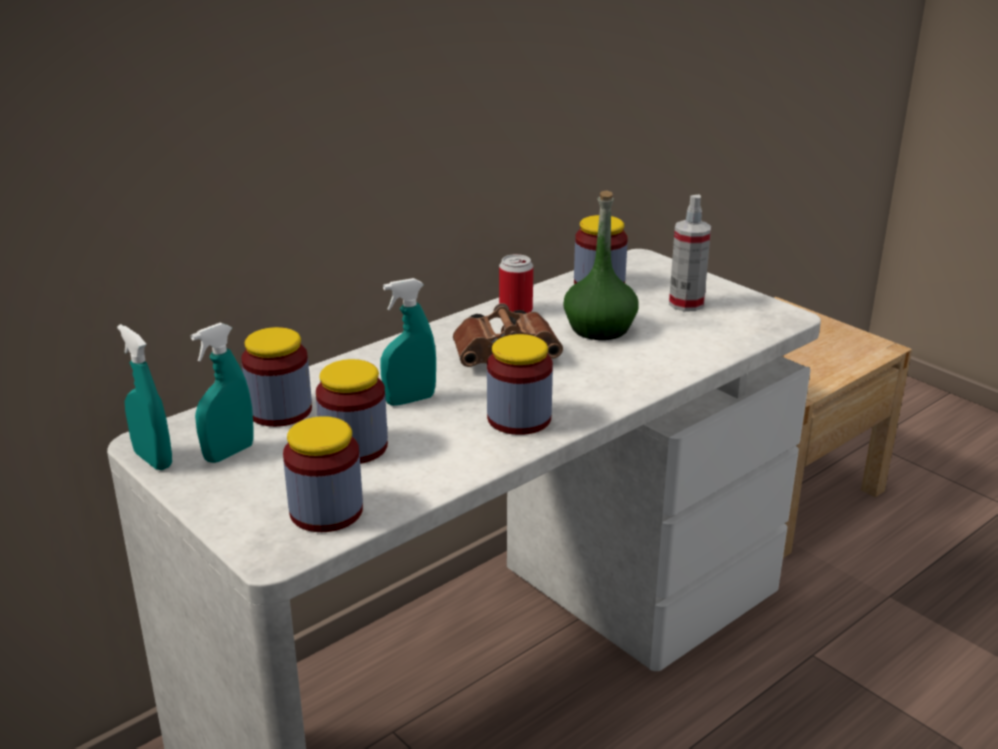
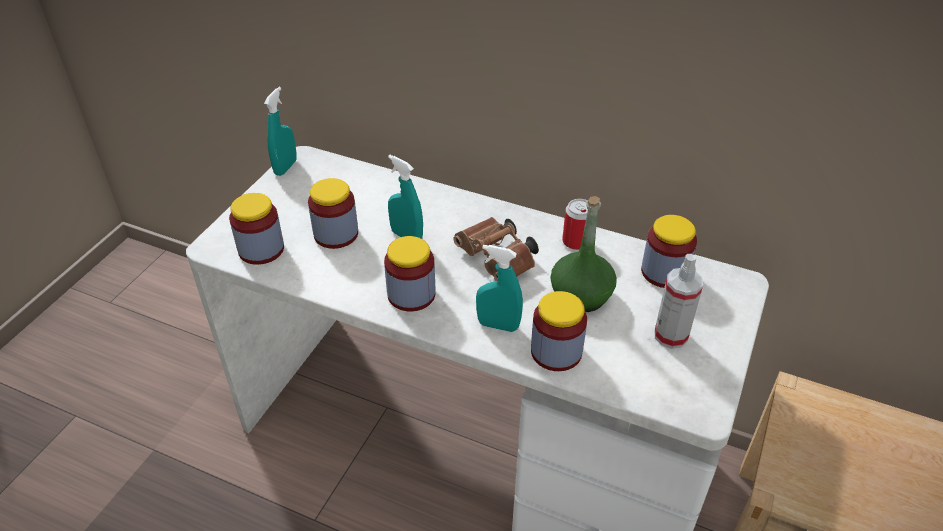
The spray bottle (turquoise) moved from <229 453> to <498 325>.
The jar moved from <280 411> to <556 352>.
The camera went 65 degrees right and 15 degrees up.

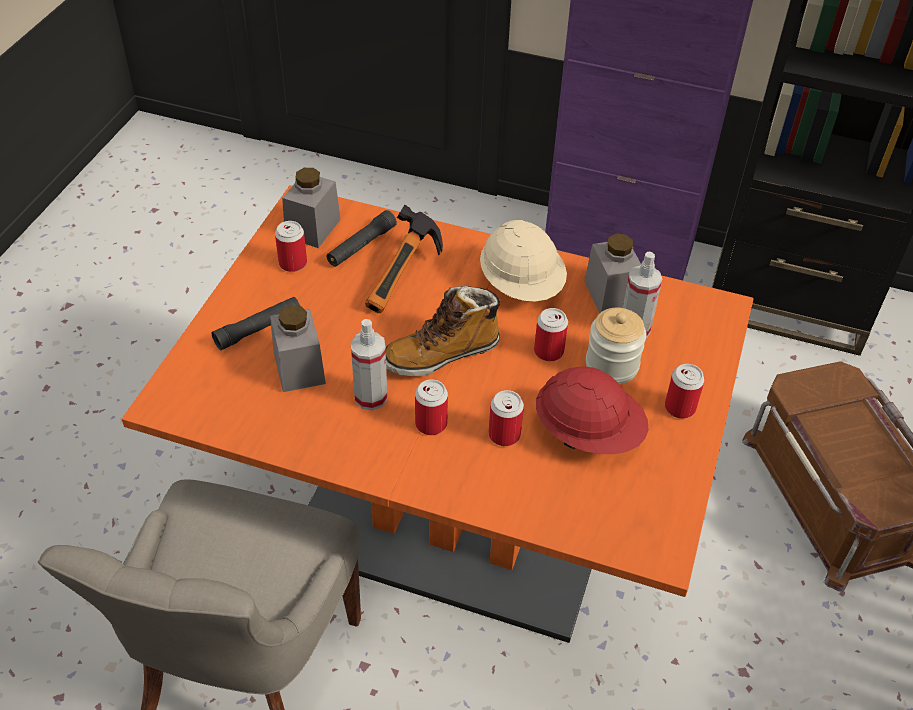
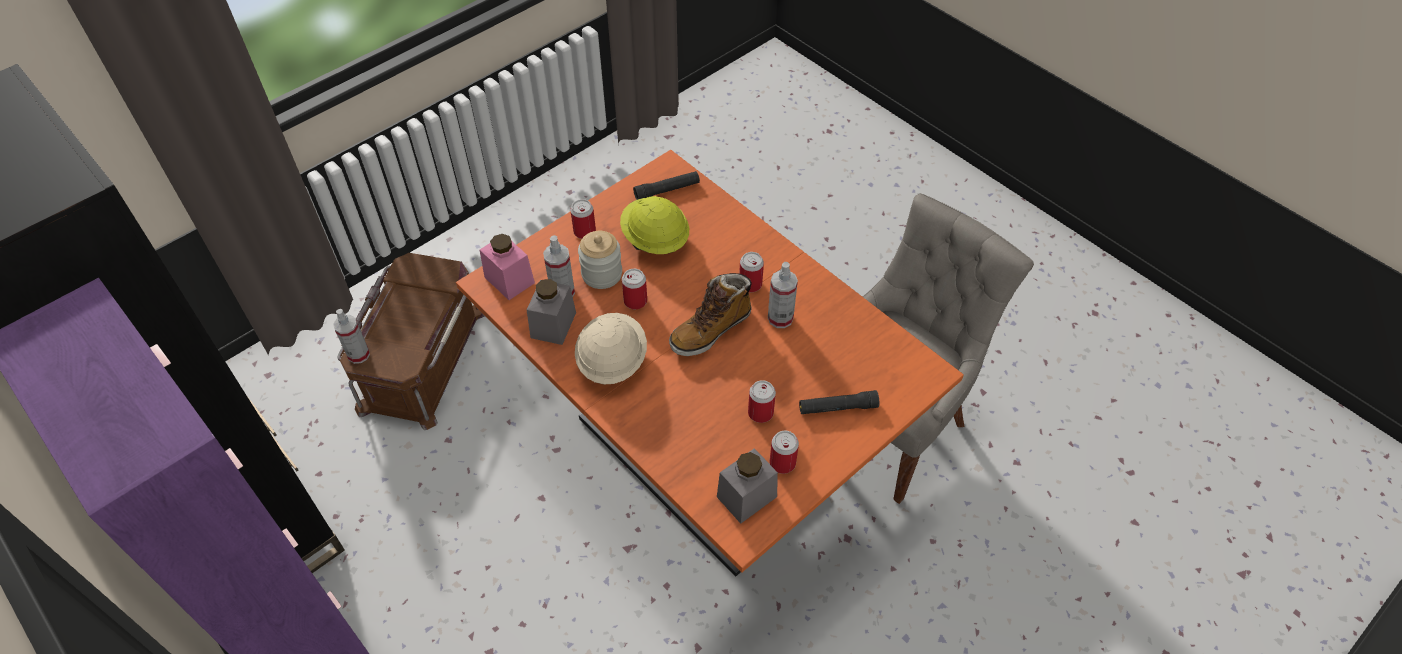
The spray bottle at <358 354> appeared.
The jar (pink) at <509 280> appeared.
The hard hat (red) at <588 433> became the hard hat (yellow) at <655 240>.
The flashlight (black) moved from <361 246> to <667 190>.
The boot at <442 354> turned 135 degrees clockwise.
The can moved from <504 435> to <760 413>.
The jar (grey) at <299 368> disappeared.
The hammer at <406 279> disappeared.
The camera went 150 degrees left and 5 degrees up.

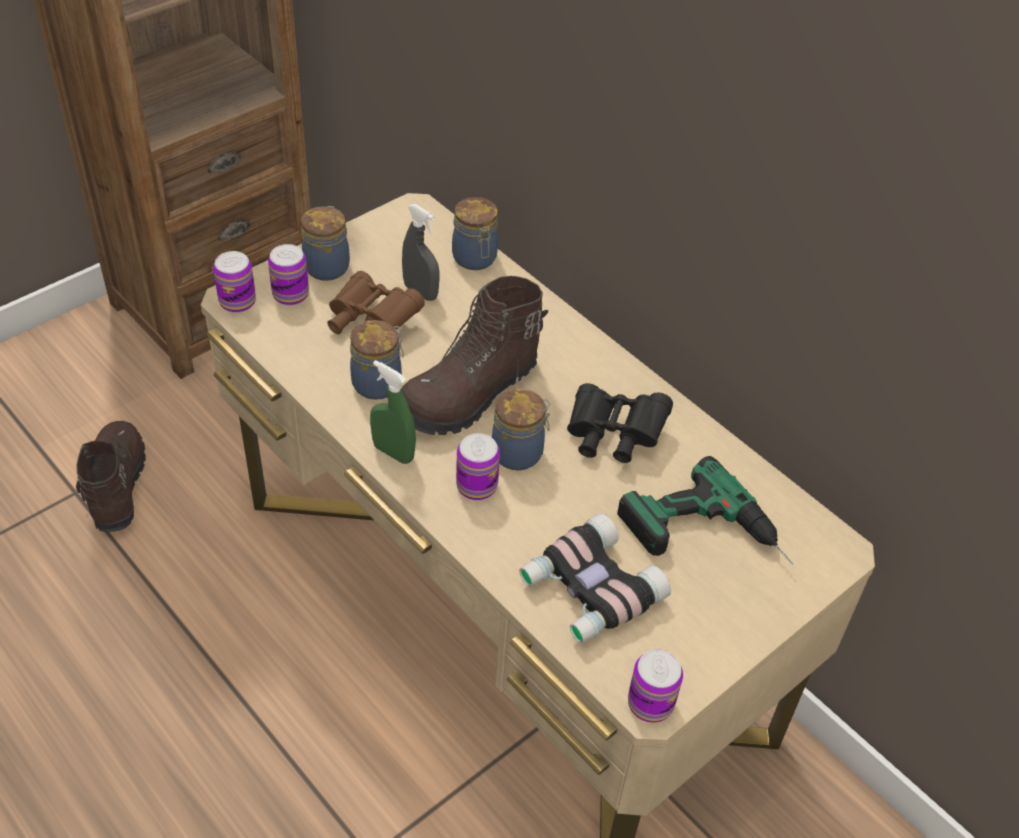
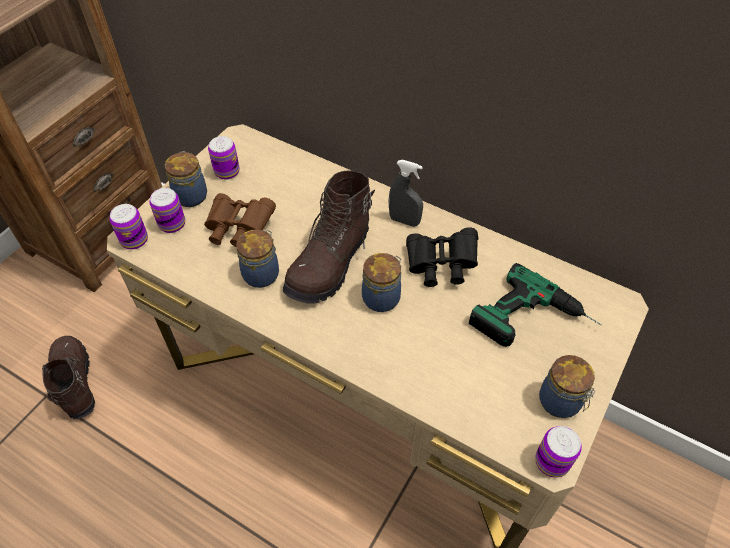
The can moved from <476 486> to <227 171>.
The spray bottle (grey) moved from <420 292> to <404 221>.
The jar moved from <475 259> to <561 402>.
The spray bottle (green) at <393 452> disappeared.
The binoculars at <589 590> disappeared.
The camera went 15 degrees left and 5 degrees up.

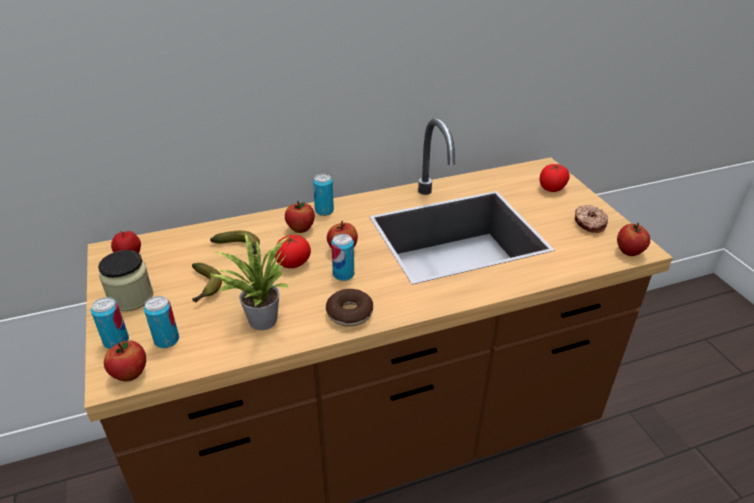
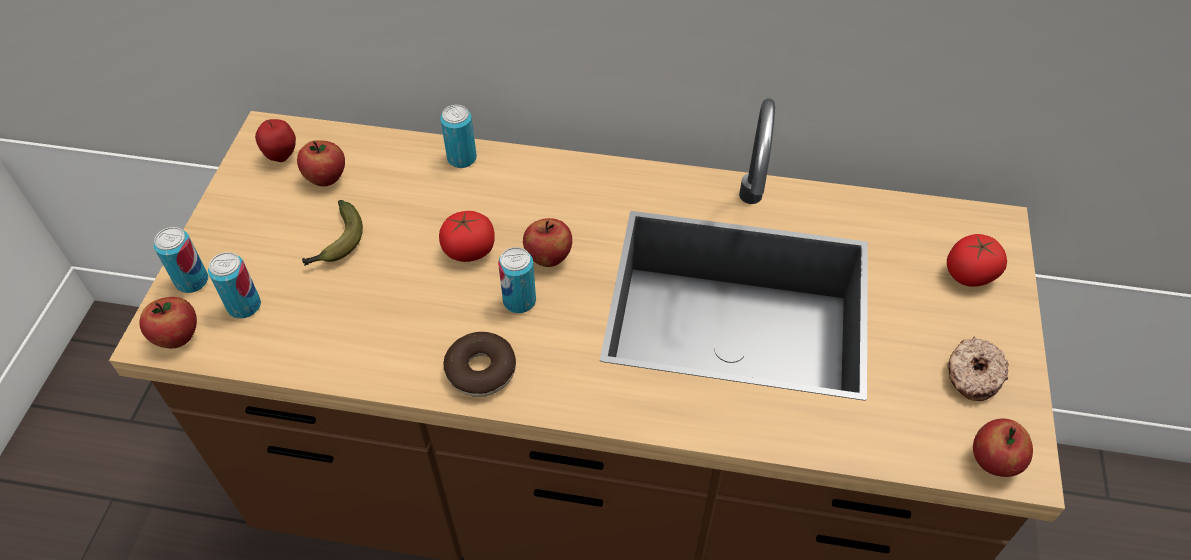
The apple moved from <300 229> to <326 178>.
The can moved from <324 211> to <462 158>.
The jar at <131 297> disappeared.
The banana at <240 248> disappeared.
The potted plant at <260 318> disappeared.
The camera went 30 degrees right and 15 degrees up.

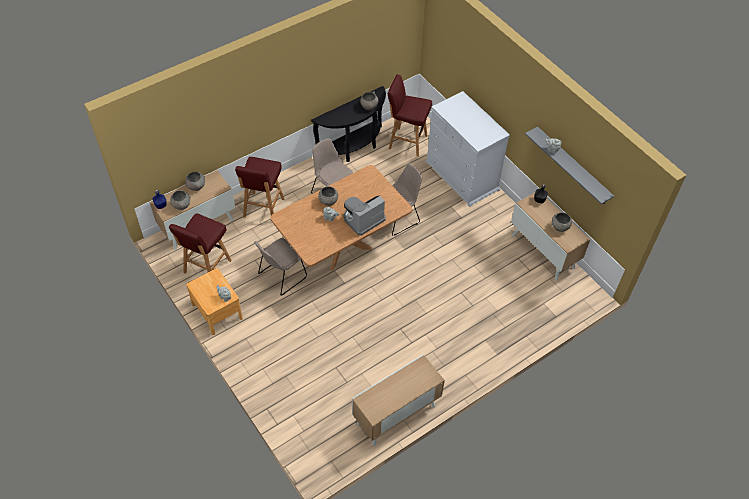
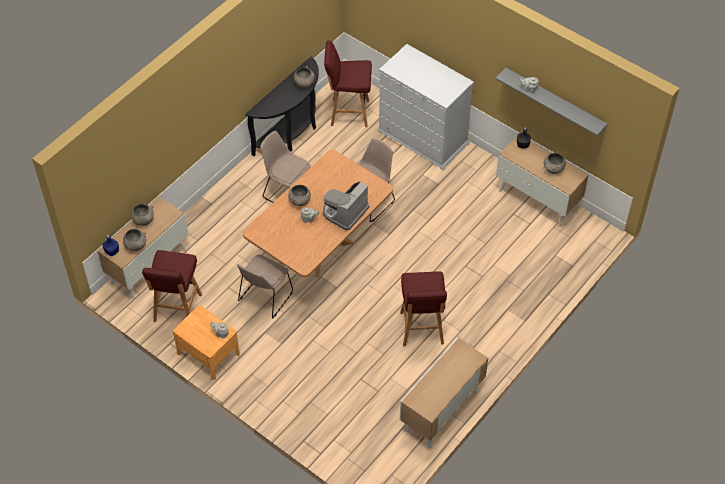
The stool (red) moved from <263 208> to <421 329>.
The camera went 15 degrees left and 0 degrees up.

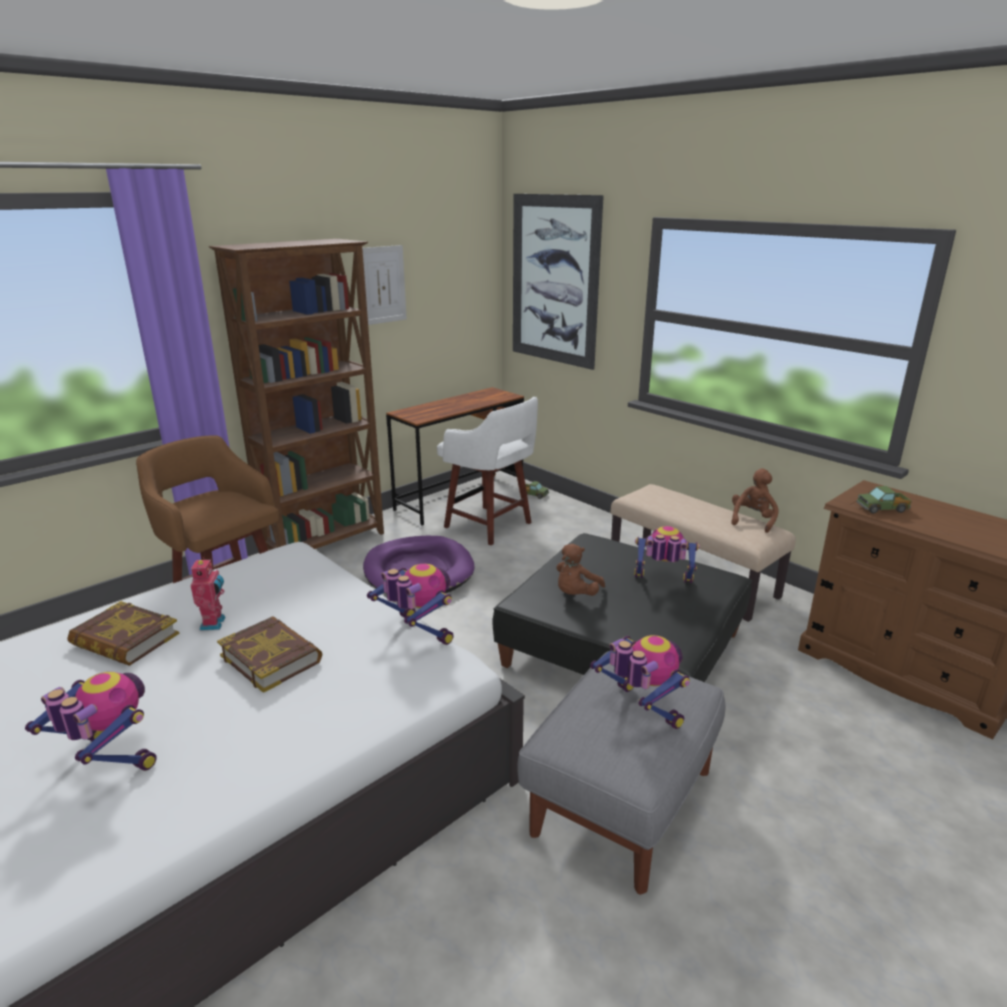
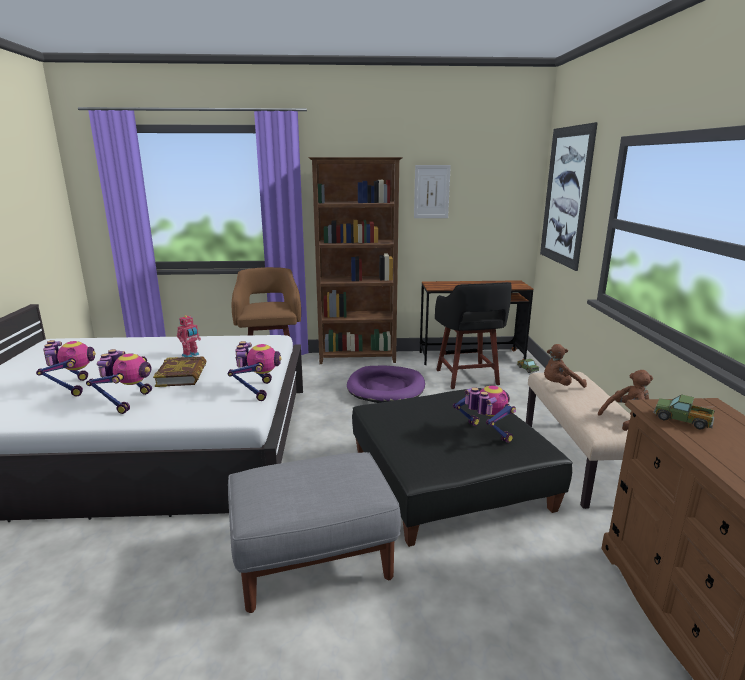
The toy robot moved from <640 710> to <129 402>.
The stool (white) at <490 526> became the stool (black) at <468 378>.
The plush toy (brown) moved from <576 594> to <559 386>.
The book at <125 640> disappeared.
The camera went 40 degrees right and 5 degrees down.

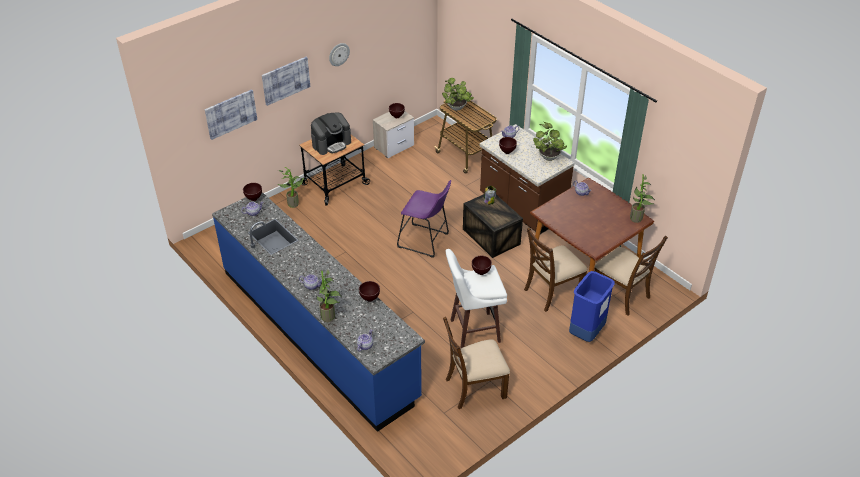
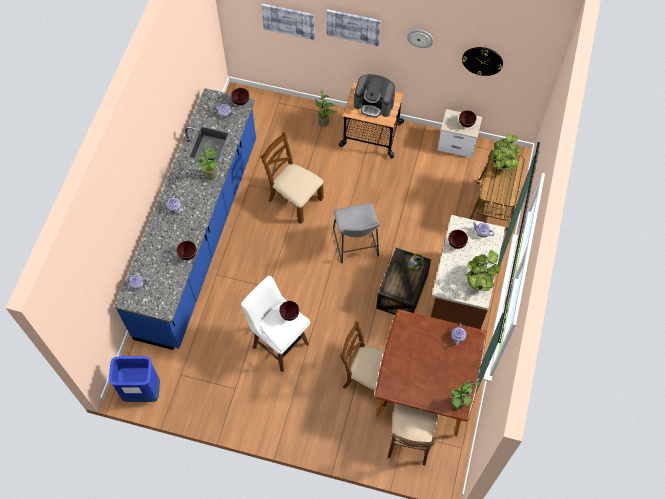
The trash can (blue) moved from <586 332> to <142 392>.
The potted plant moved from <330 317> to <212 176>.
The chair (brown) moved from <474 387> to <294 199>.
The stool (purple) at <425 241> became the stool (grey) at <356 245>.
The wall clock at <482 60> appeared.
The camera went 55 degrees right and 20 degrees up.

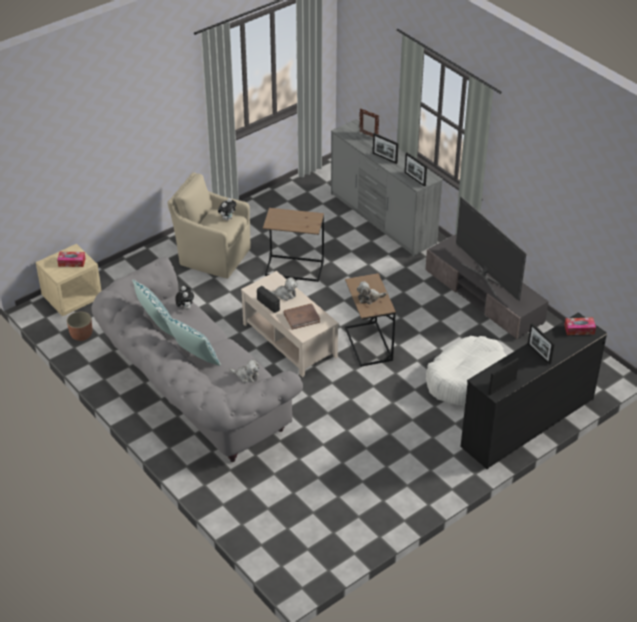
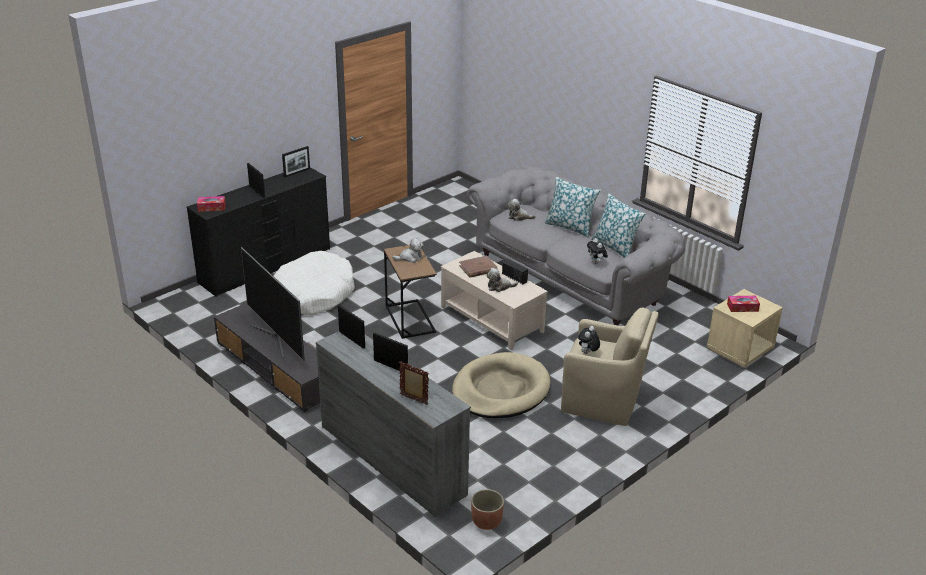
The side table (brown) at <294 268> was replaced by the dog bed (beige) at <500 390>.
The planter moved from <81 335> to <487 521>.
The camera went 175 degrees right and 10 degrees down.

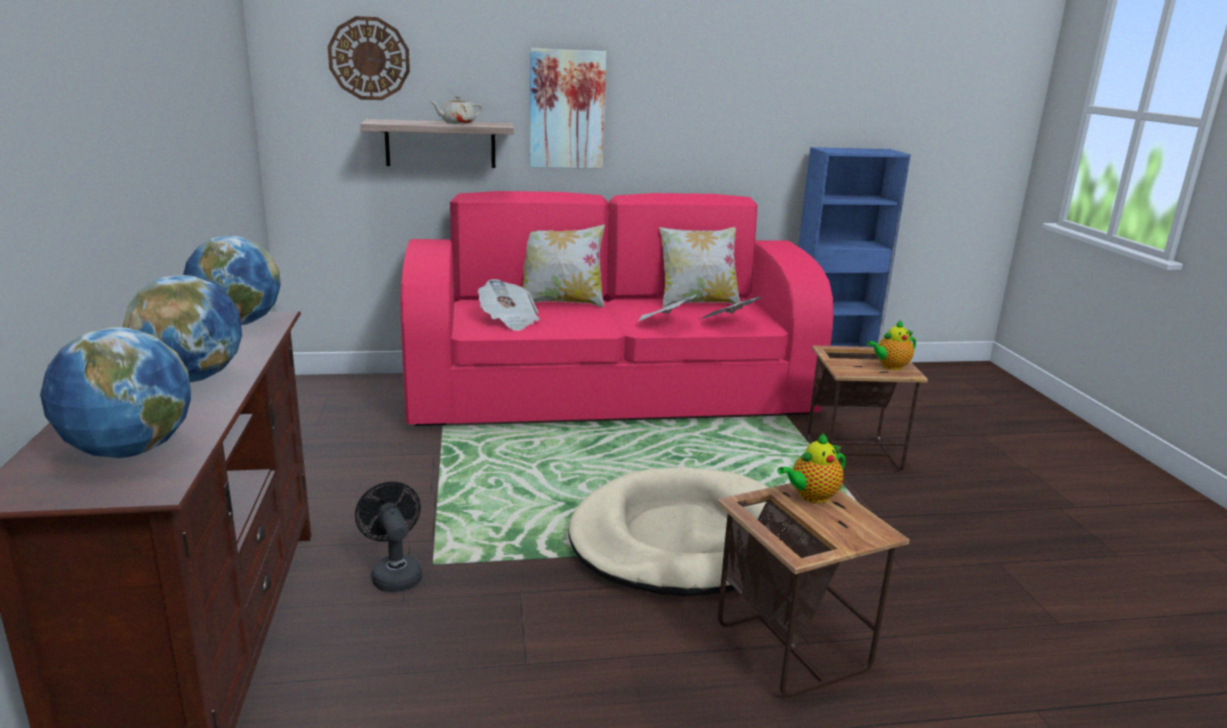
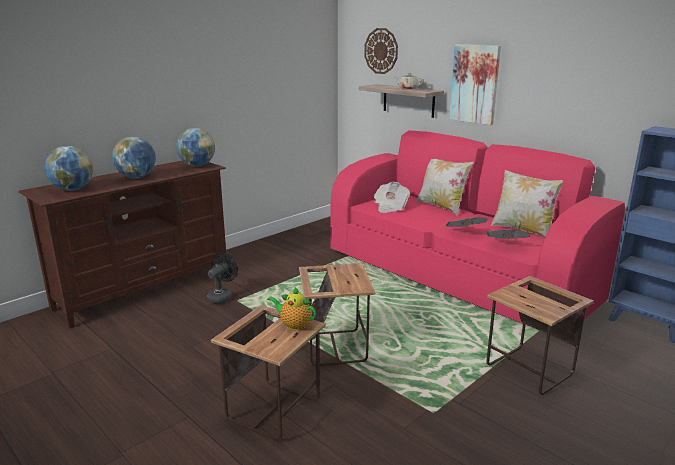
The dog bed (beige) at <683 539> was replaced by the side table at <335 347>.
The teapot at <890 366> disappeared.
The camera went 55 degrees right and 0 degrees up.

